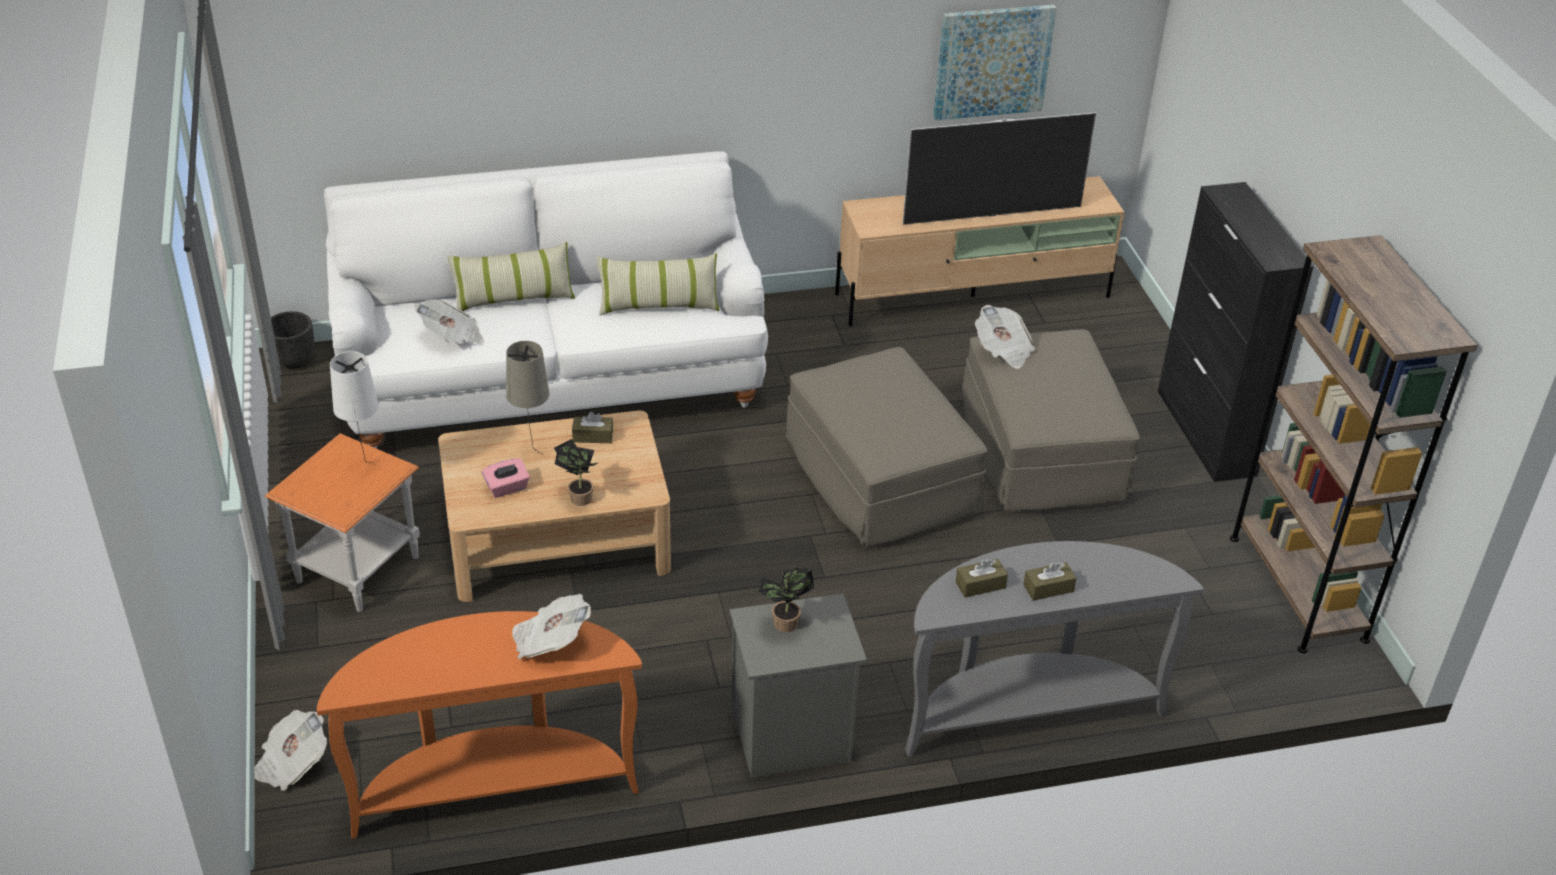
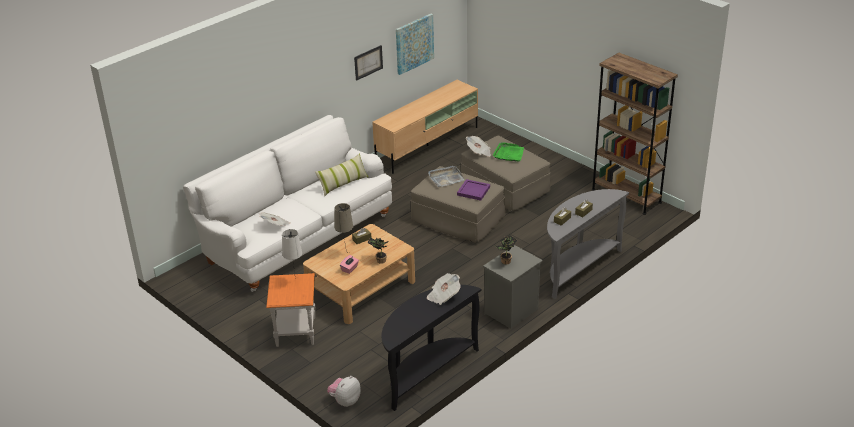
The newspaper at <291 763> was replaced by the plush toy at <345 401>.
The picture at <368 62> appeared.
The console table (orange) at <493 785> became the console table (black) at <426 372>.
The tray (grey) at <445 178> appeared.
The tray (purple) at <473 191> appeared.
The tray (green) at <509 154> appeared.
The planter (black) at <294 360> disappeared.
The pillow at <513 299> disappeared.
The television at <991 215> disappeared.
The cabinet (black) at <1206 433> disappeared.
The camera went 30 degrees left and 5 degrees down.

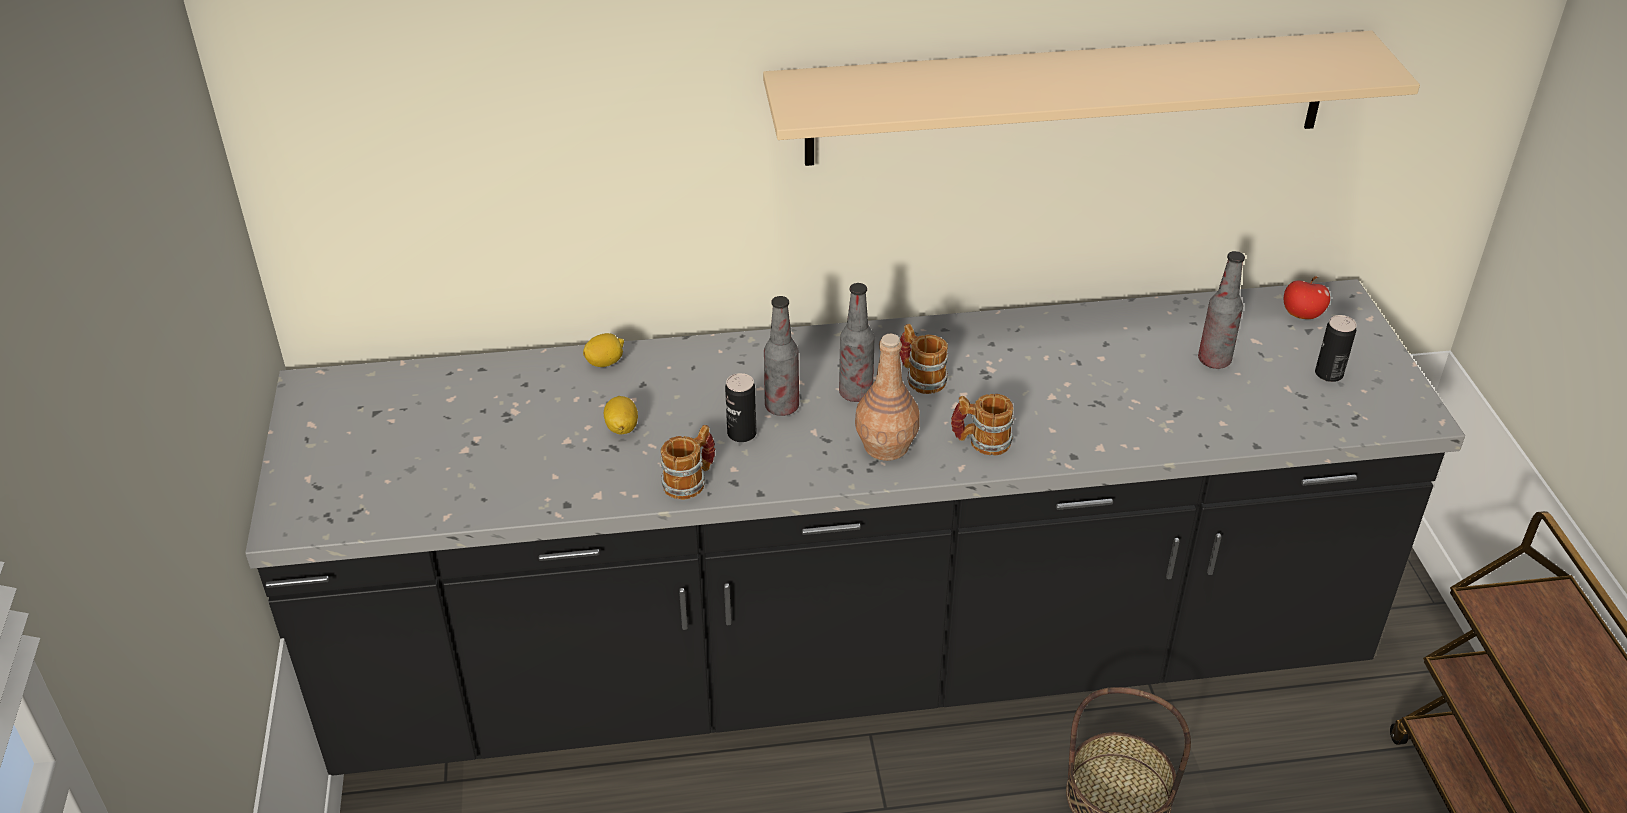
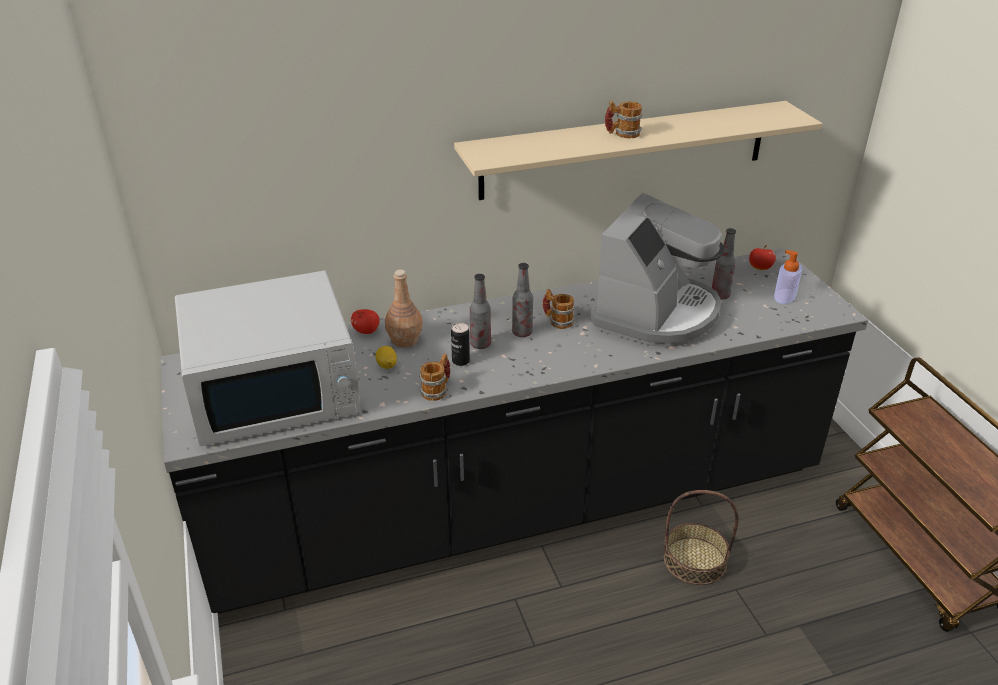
The microwave (white) at <275 389> appeared.
The lemon at <605 362> was replaced by the apple at <366 331>.
The bottle (brown) moved from <886 446> to <405 340>.
The coffee machine at <656 314> appeared.
The mug moved from <981 442> to <622 134>.
The can at <1328 374> was replaced by the soap dispenser at <785 296>.
The camera went 10 degrees left and 5 degrees down.

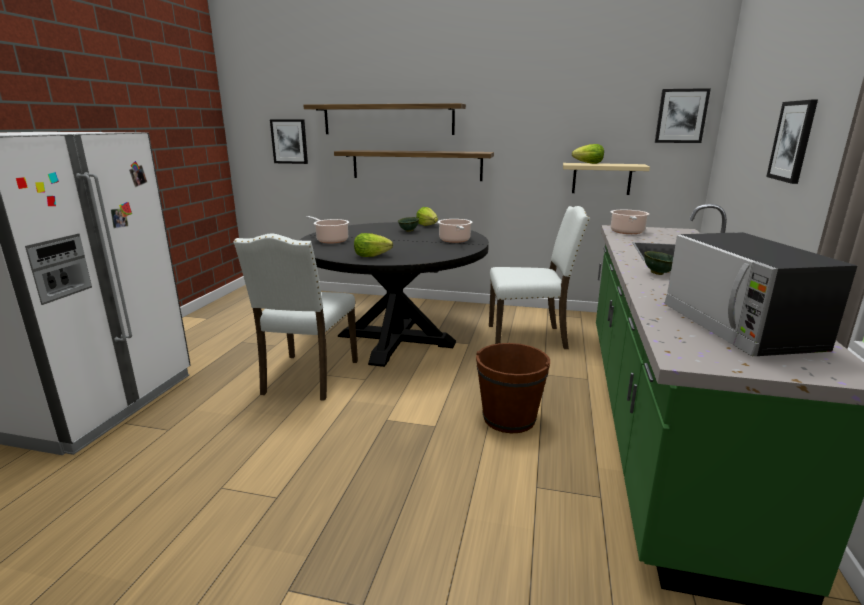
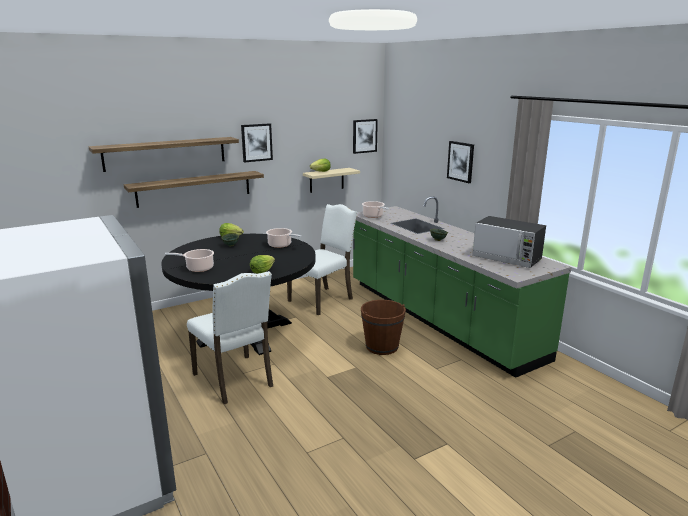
The picture moved from <289 141> to <256 142>.
The camera went 45 degrees left and 0 degrees up.

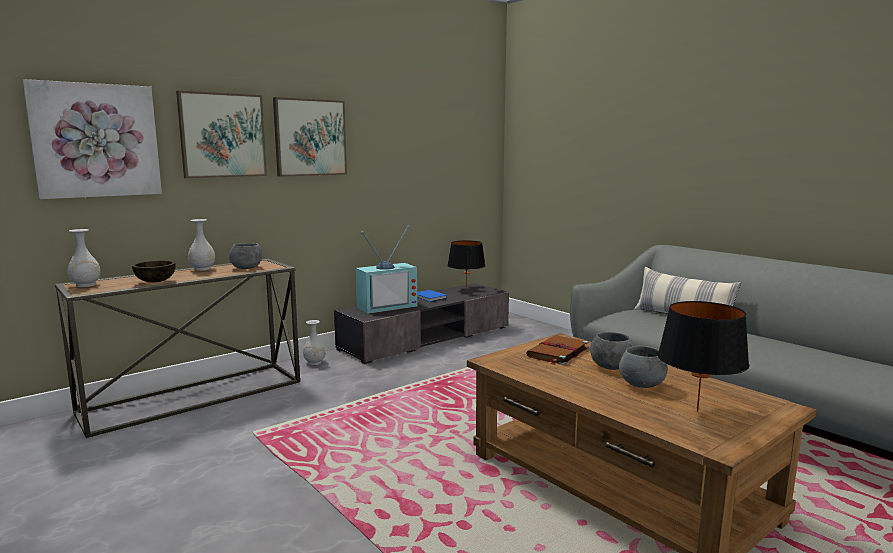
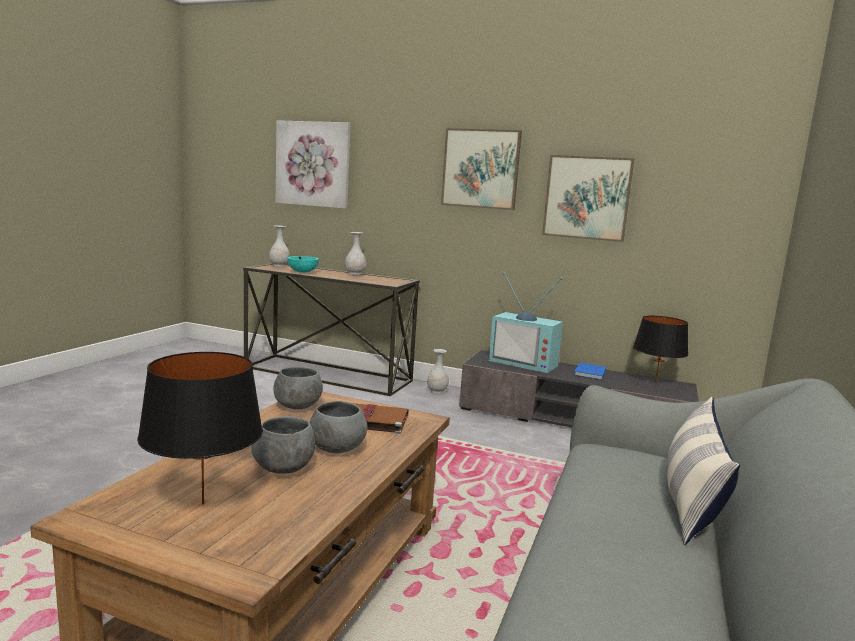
The bowl (grey) moved from <246 268> to <297 406>.
The bowl (brown) at <156 281> became the bowl (turquoise) at <303 272>.
The picture moved from <222 135> to <587 198>.
The camera went 60 degrees right and 0 degrees up.

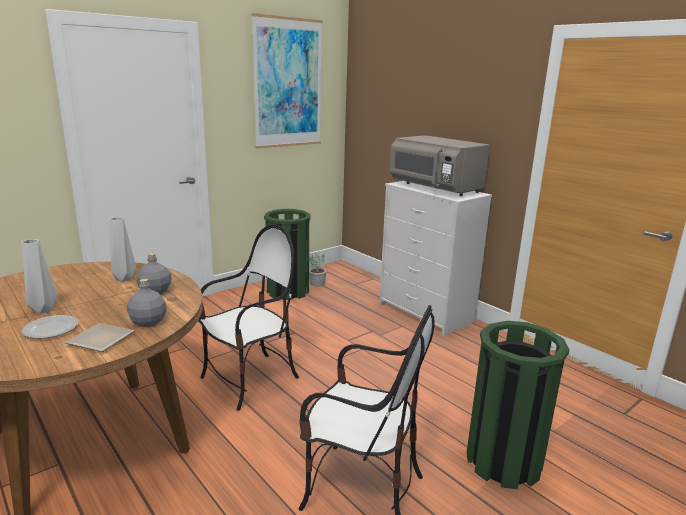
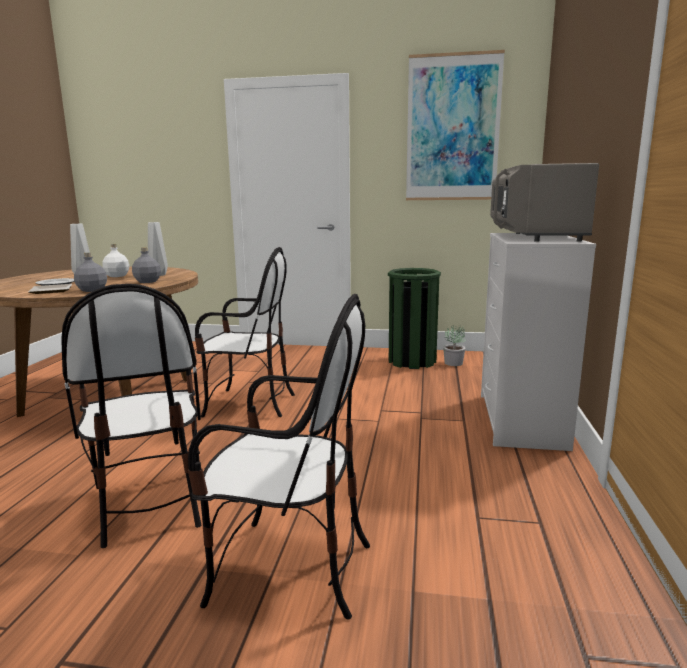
The bottle (white) at <117 276> appeared.
The trash can (green) at <503 461> was replaced by the chair at <289 570>.
The camera went 50 degrees right and 5 degrees down.

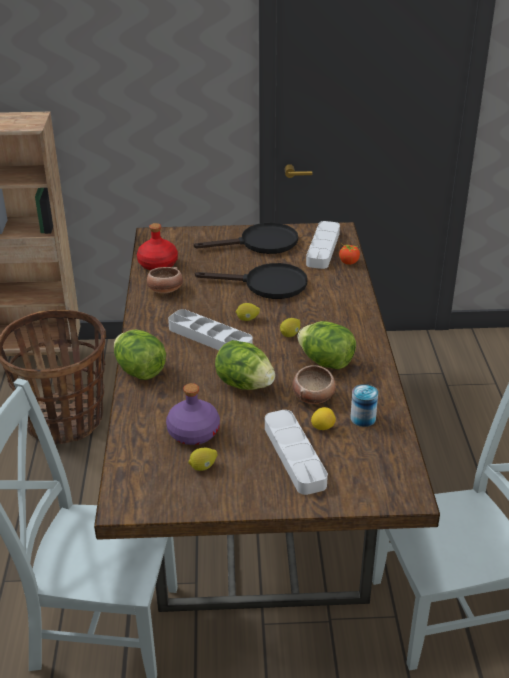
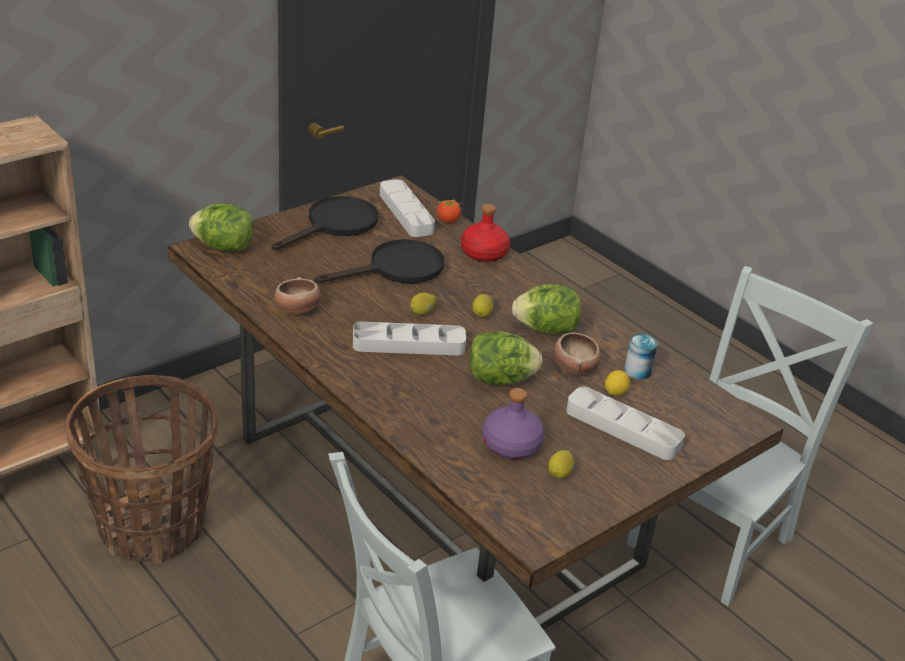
The lettuce moved from <140 371> to <224 247>.
The bottle (red) moved from <157 264> to <483 253>.
The camera went 40 degrees left and 0 degrees up.

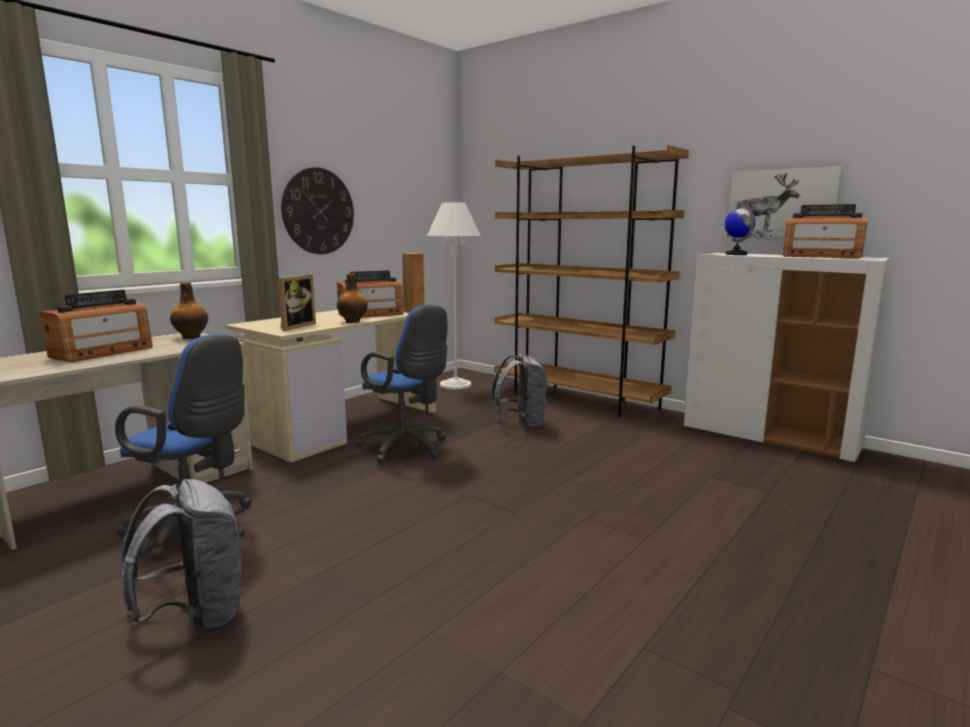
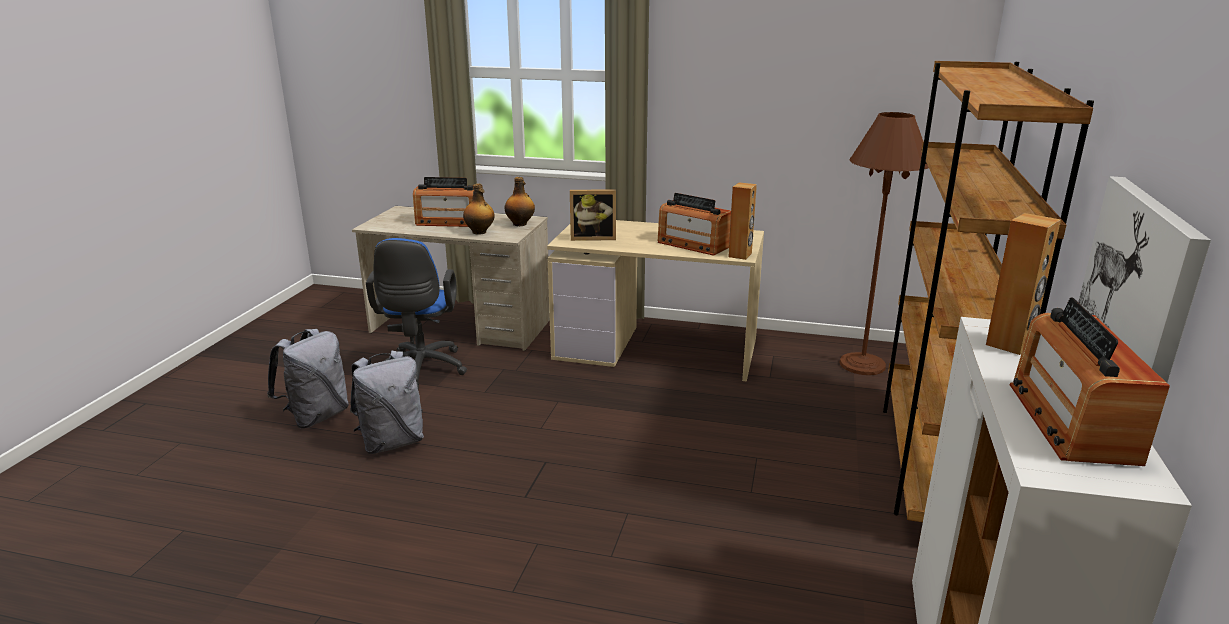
The backpack (grey) moved from <521 424> to <392 442>.
The bottle moved from <353 321> to <479 232>.
The floor lamp (white) at <455 385> became the floor lamp (brown) at <862 364>.
The globe at <736 254> was replaced by the speaker (brown) at <1010 344>.
The wall clock at <318 211> disappeared.
The office chair (blue) at <407 448> disappeared.
The camera went 65 degrees right and 10 degrees up.

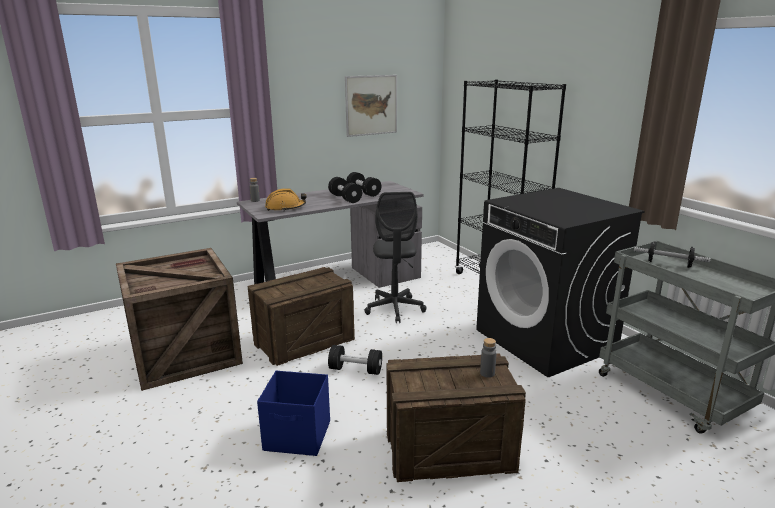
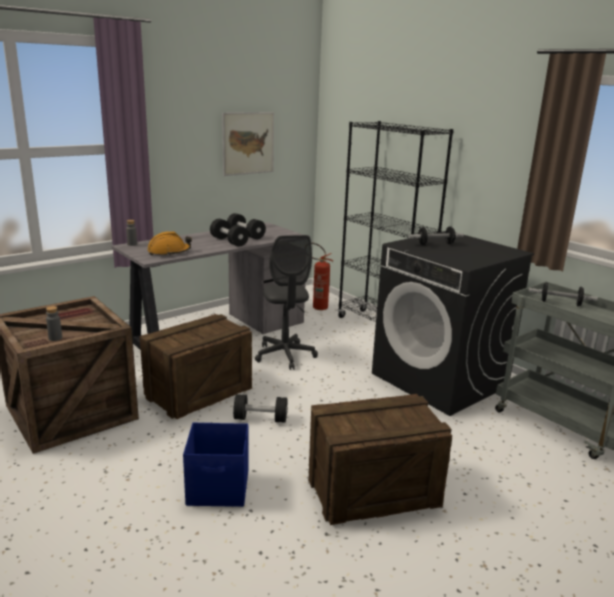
The bottle (grey) moved from <487 373> to <55 338>.
The fire extinguisher at <316 307> appeared.
The dumbbell at <435 244> appeared.
The camera went 10 degrees left and 0 degrees up.

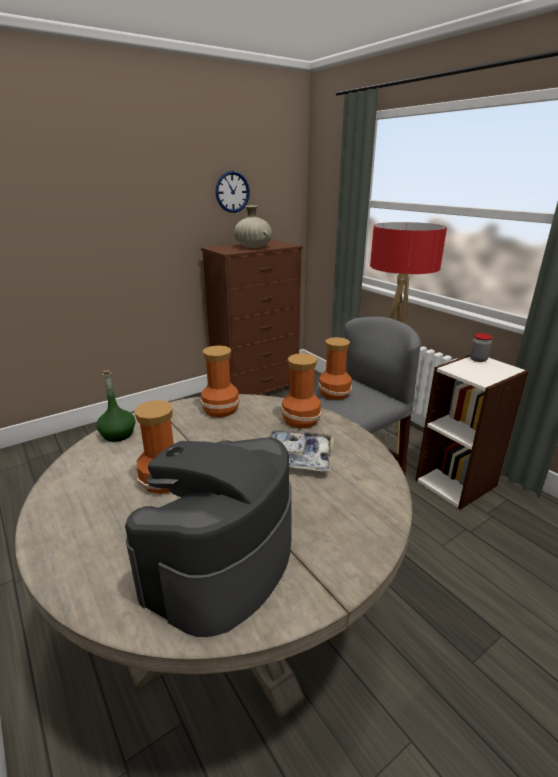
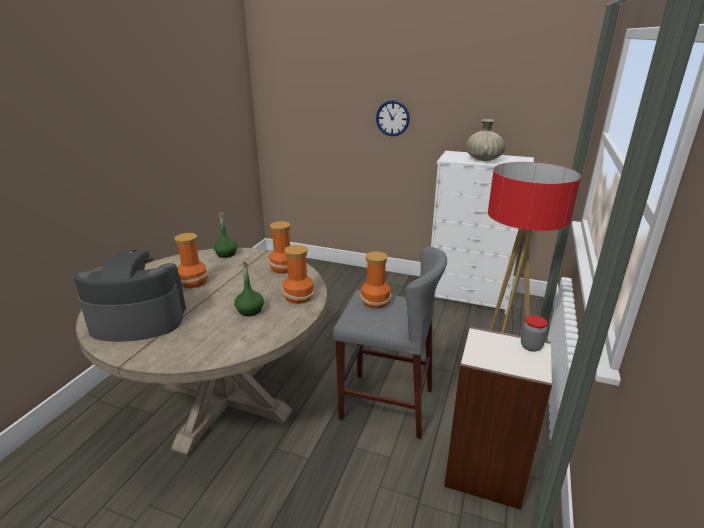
The tray at <298 456> was replaced by the bottle (green) at <250 310>.
The wall clock moved from <232 192> to <392 118>.
The dresser (brown) at <257 389> became the dresser (white) at <469 297>.
The camera went 55 degrees right and 0 degrees up.

